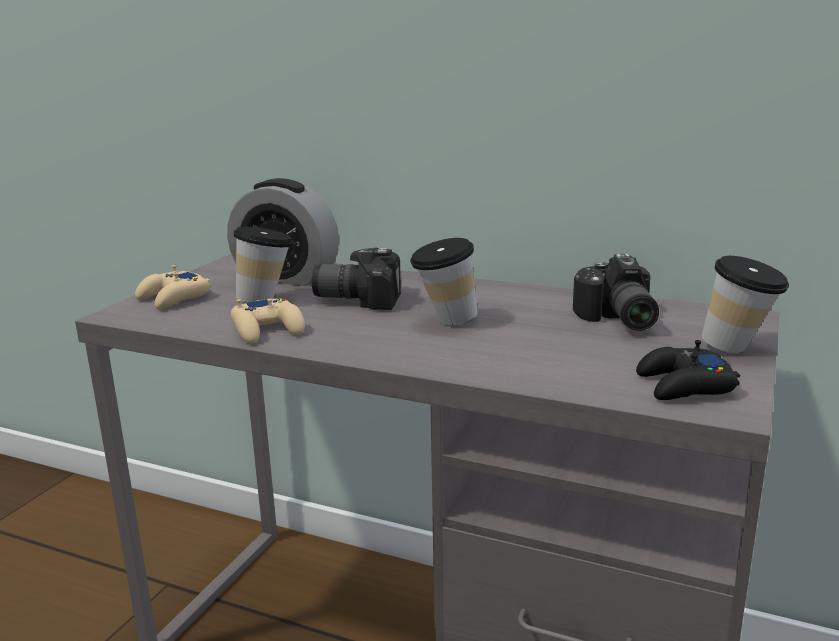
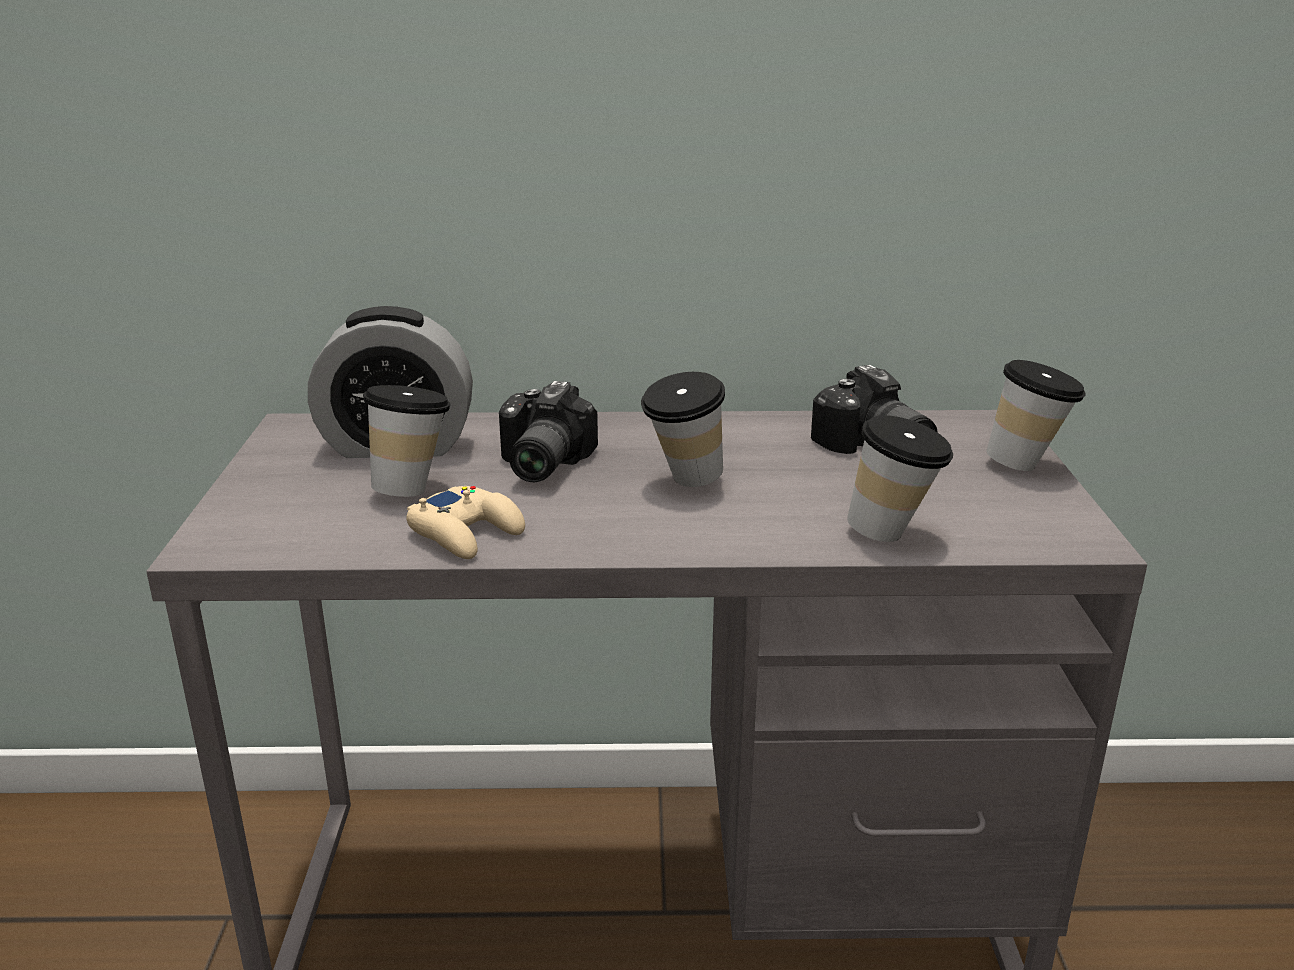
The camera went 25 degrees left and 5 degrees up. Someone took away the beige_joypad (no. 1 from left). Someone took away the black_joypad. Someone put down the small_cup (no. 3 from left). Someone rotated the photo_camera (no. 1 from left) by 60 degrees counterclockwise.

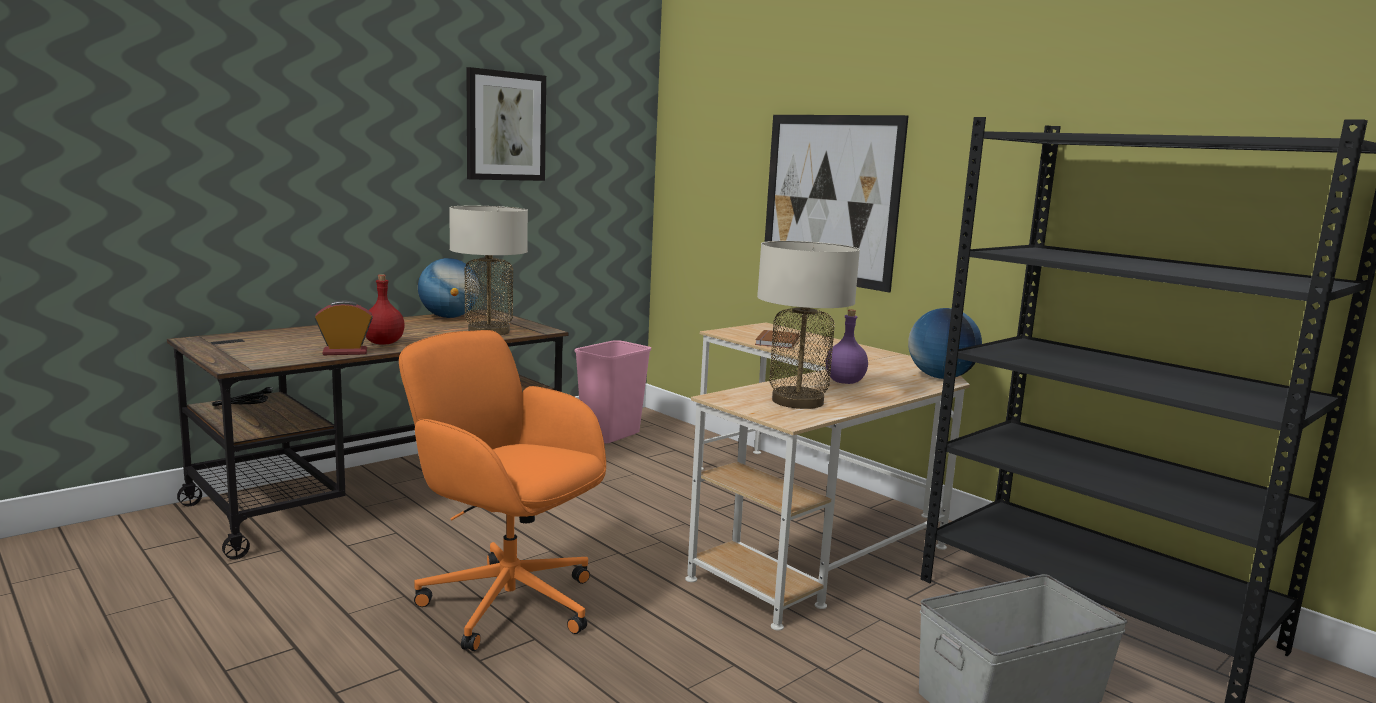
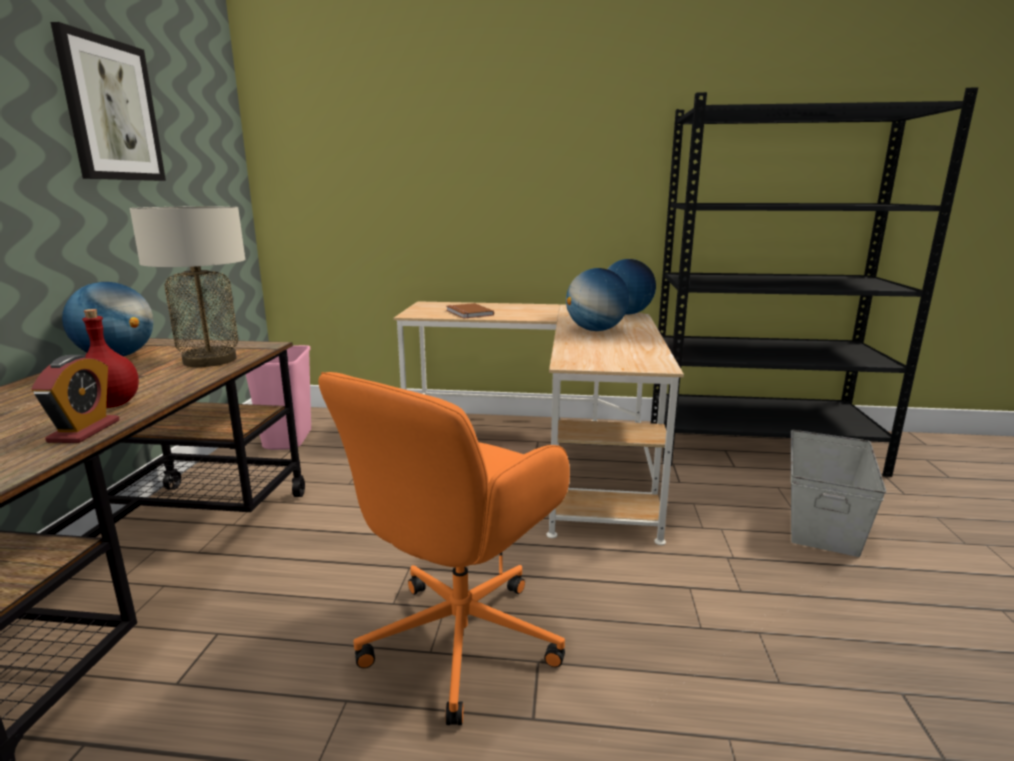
The camera went 40 degrees left and 5 degrees up. Someone took away the tabletop_lamp (no. 2 from left). Someone took away the picture (no. 2 from left). Someone swapped the purple_beverage_bottle for the world_globe (no. 2 from left). Someone rotated the alarm_clock by 150 degrees clockwise. Someone rotated the orangey_computer_chair by 45 degrees counterclockwise.

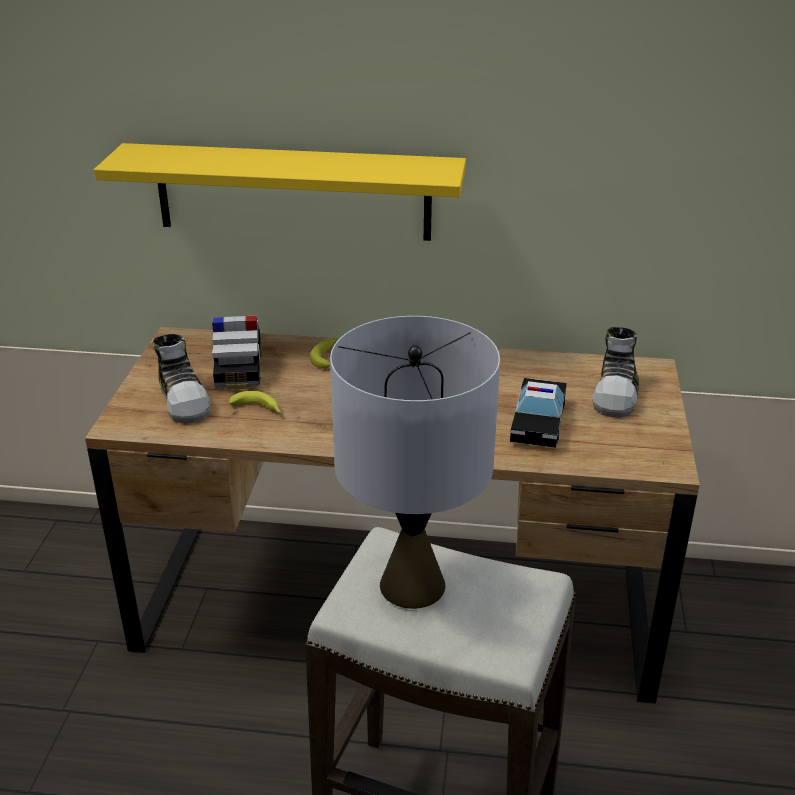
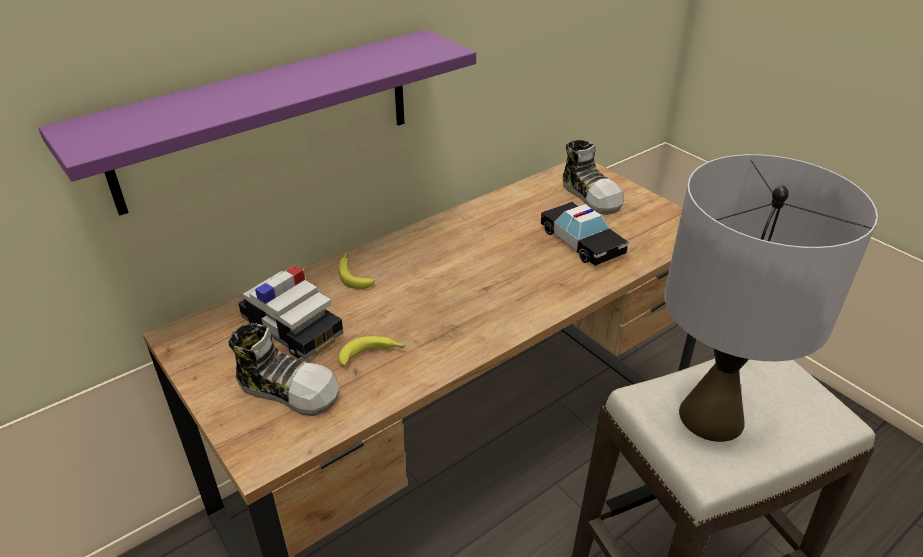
The camera went 45 degrees left and 5 degrees up. Someone repainted the yellowish_shelf, which became the purple_shelf.

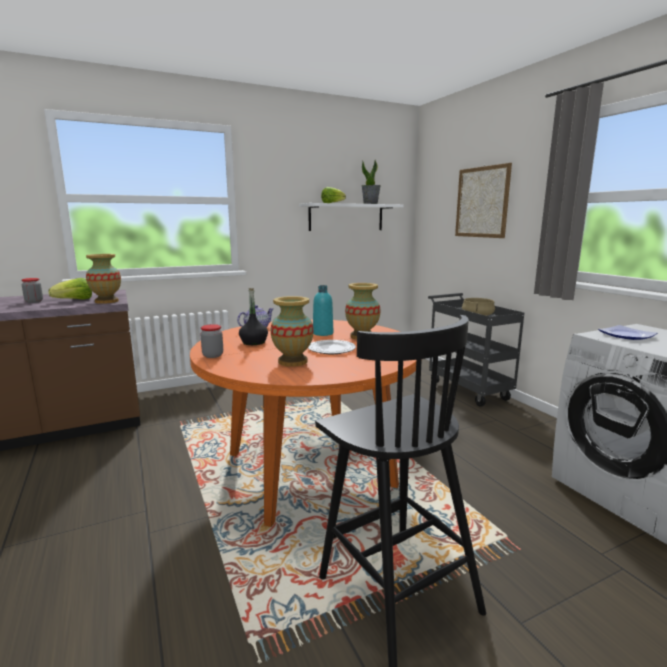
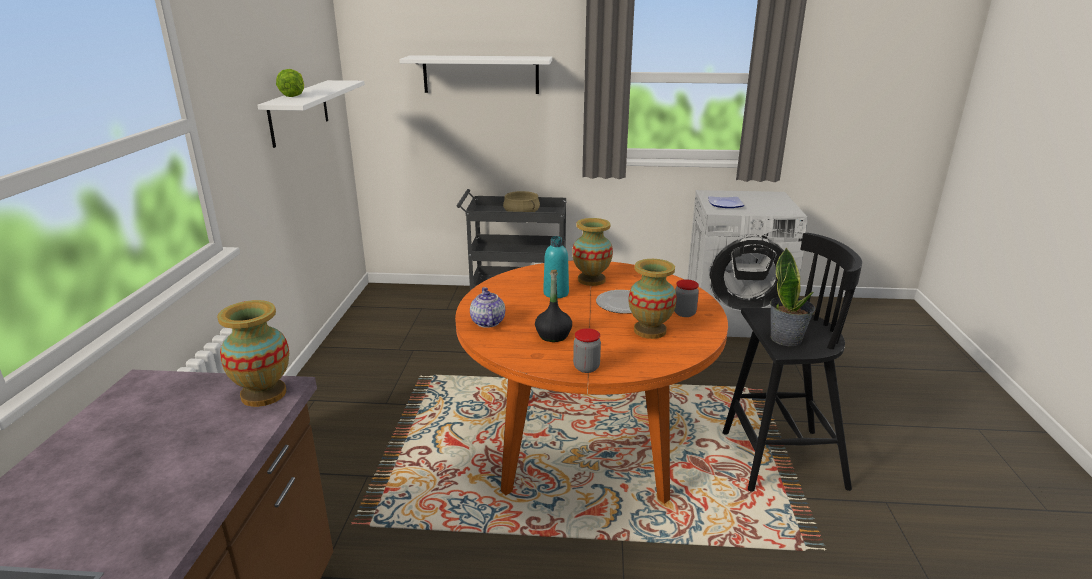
The camera went 60 degrees left and 10 degrees up. Someone took away the lettuce (no. 1 from left). Someone carried the preserve_jar (no. 1 from left in the first image). Someone carried the houseplant. Someone swapped the picture for the white-coloured_shelf (no. 2 from left).

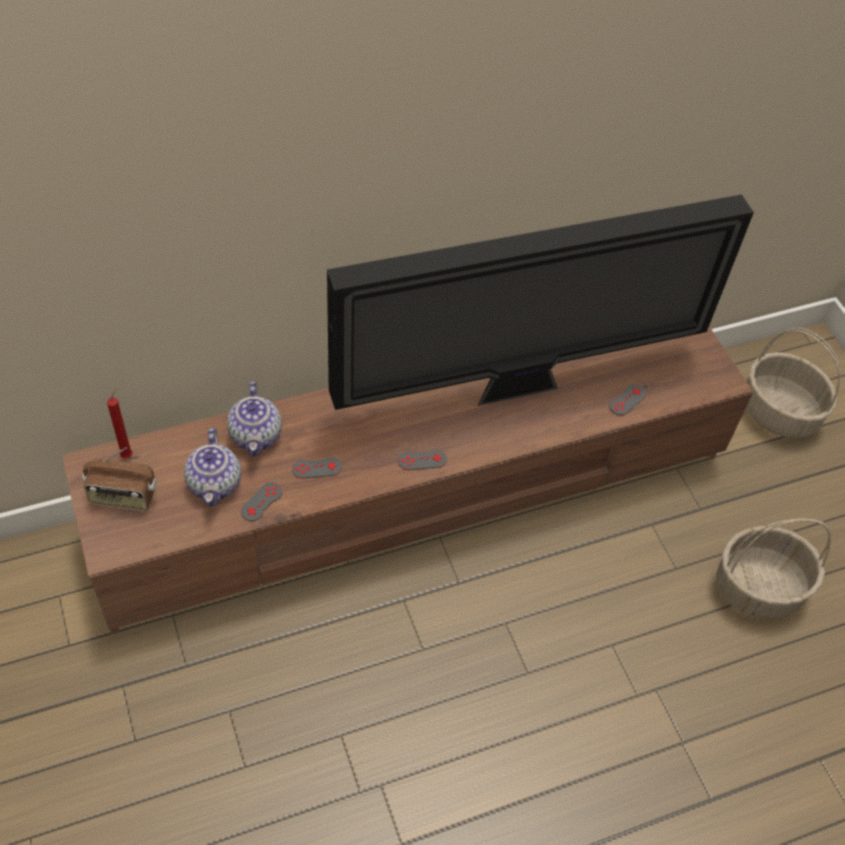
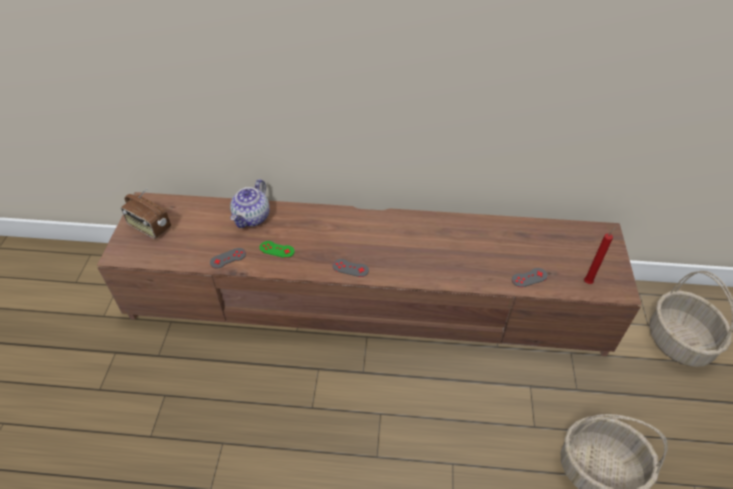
The camera went 30 degrees right and 5 degrees down. Someone took away the teapot (no. 1 from left). Someone took away the TV_set. Someone carried the red-coloured_wax_candle. Someone repainted the grey_joypad (no. 2 from left), which became the greenish_joypad.

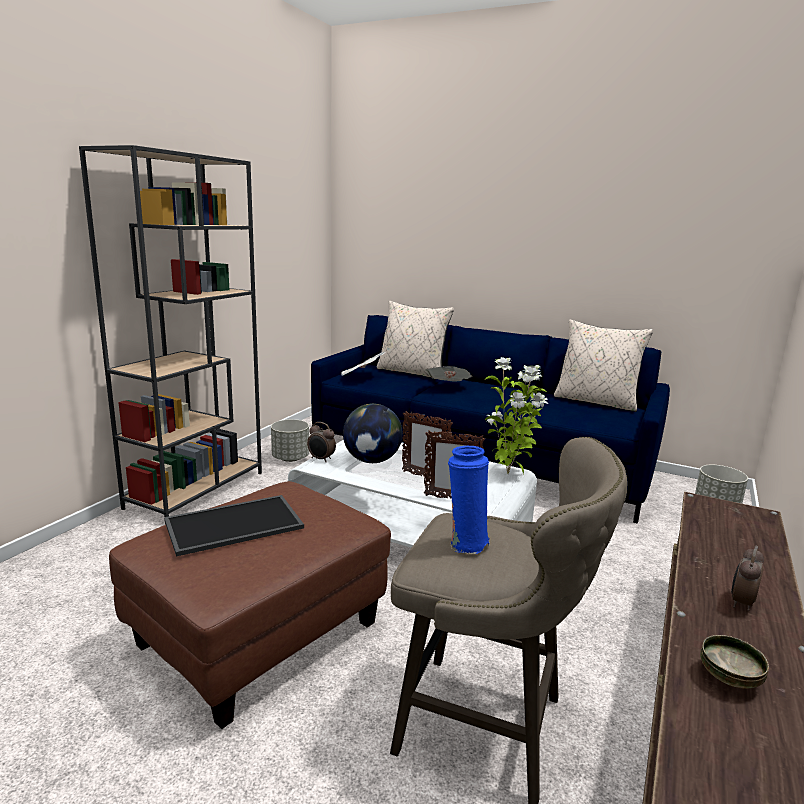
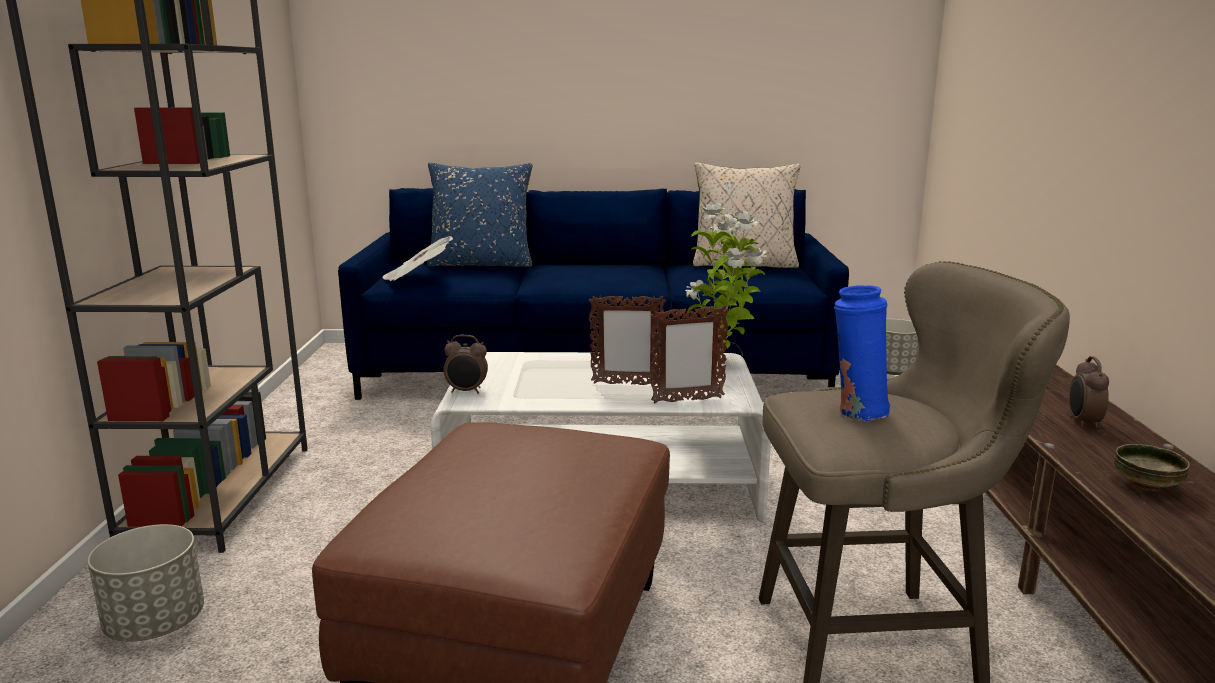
The camera went 25 degrees left and 0 degrees up. Someone took away the carrying_tray. Someone took away the world_globe. Someone took away the daily_paper (no. 2 from left). Someone carried the grey_flower_pot (no. 1 from left). Someone repainted the beige_throw_pillow (no. 1 from left), which became the bluish_throw_pillow.

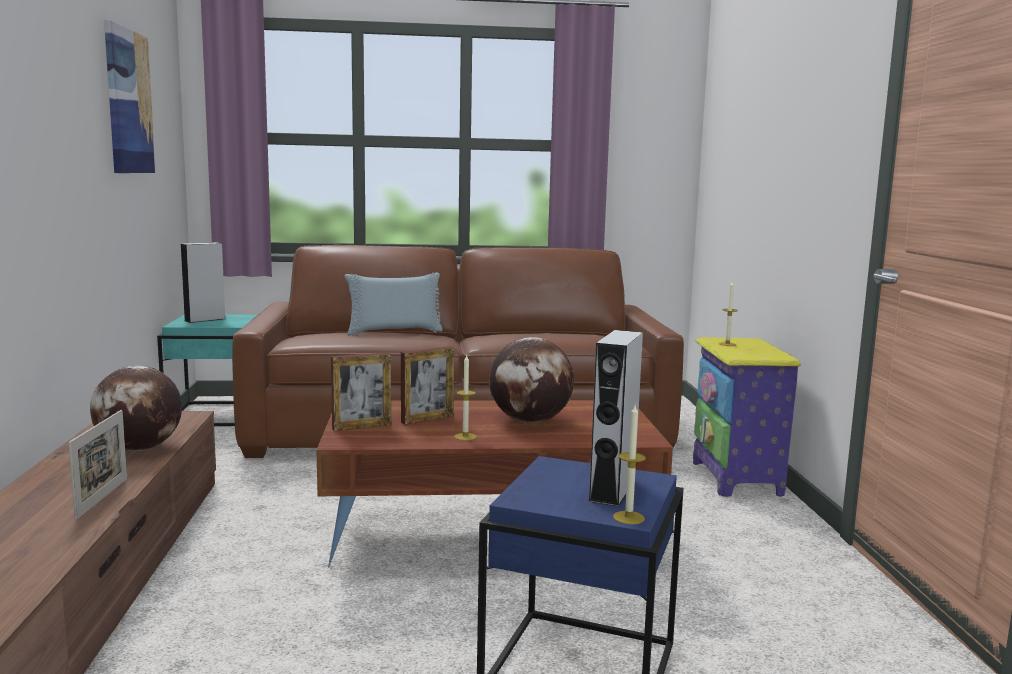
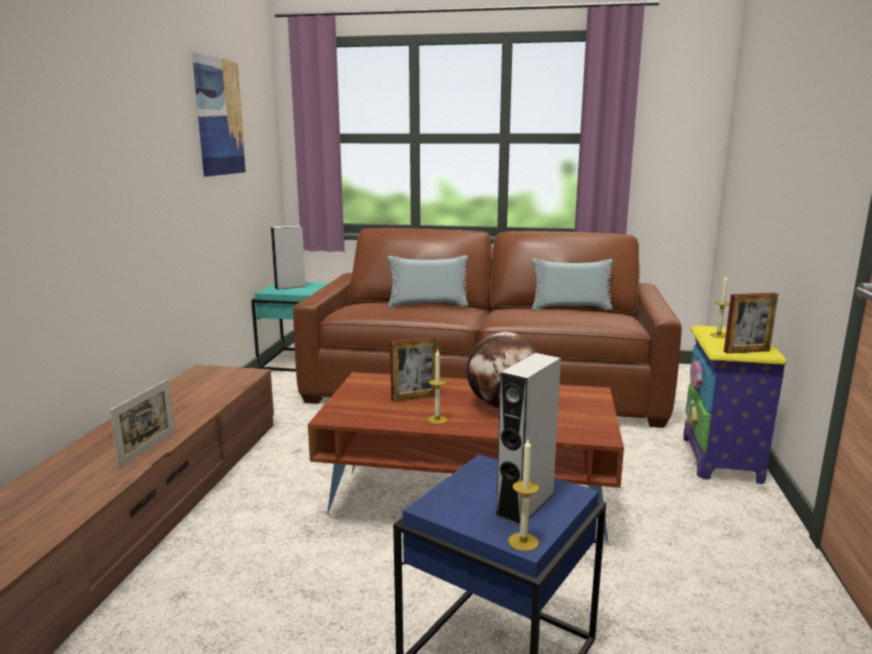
The camera went 15 degrees right and 5 degrees up. Someone took away the world_globe (no. 1 from left). Someone put down the bluish_throw_pillow (no. 2 from left). Someone carried the picture_frame (no. 2 from left in the first image).

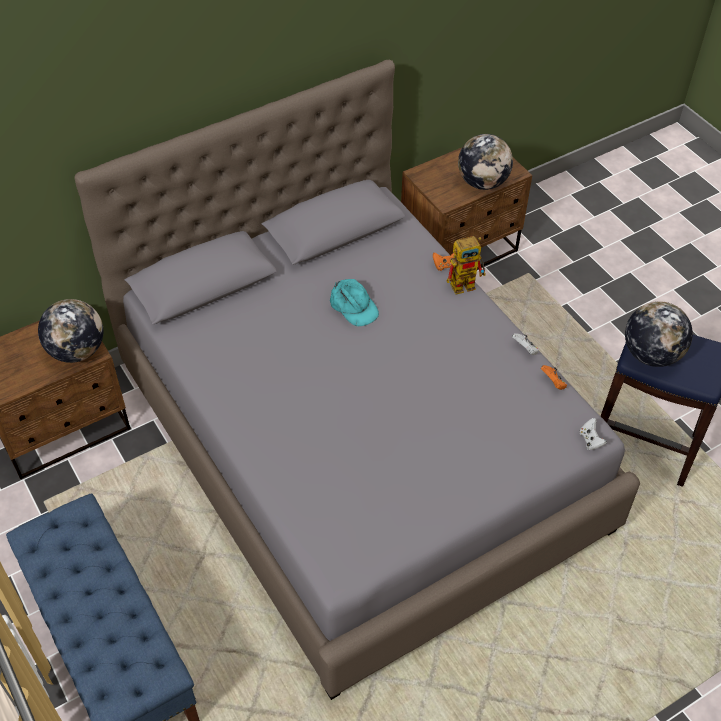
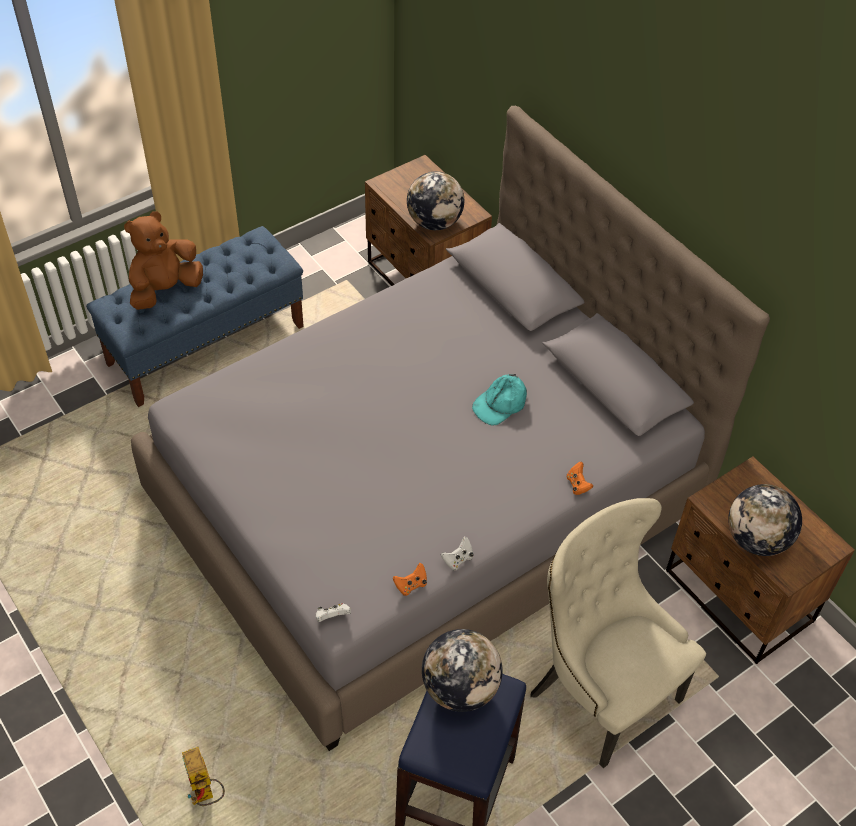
The camera went 85 degrees right and 0 degrees up. Someone put down the brown_cuddly_toy. Someone put down the beige_chair. Someone carried the model_robot.

